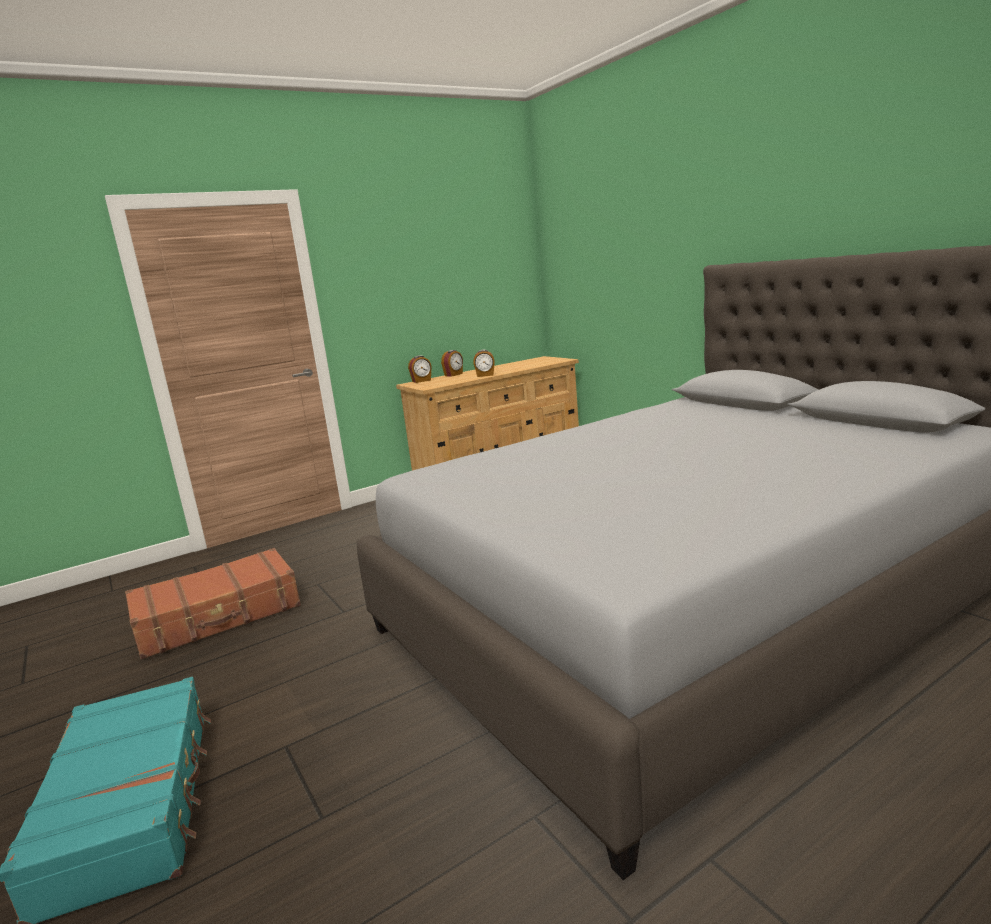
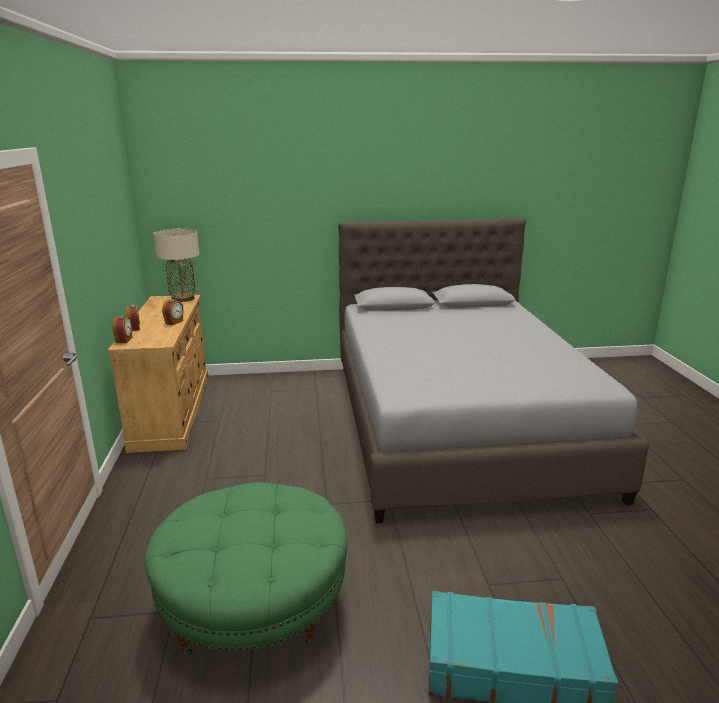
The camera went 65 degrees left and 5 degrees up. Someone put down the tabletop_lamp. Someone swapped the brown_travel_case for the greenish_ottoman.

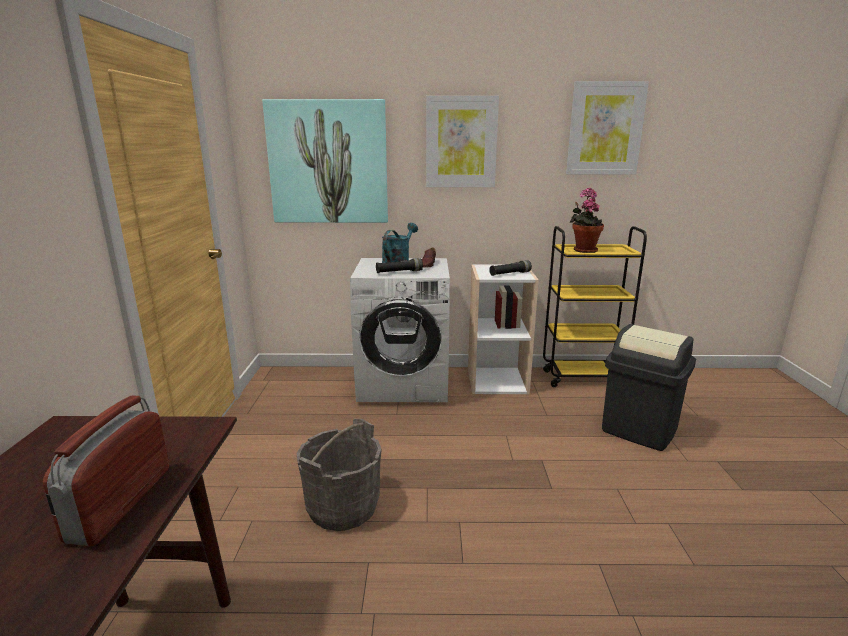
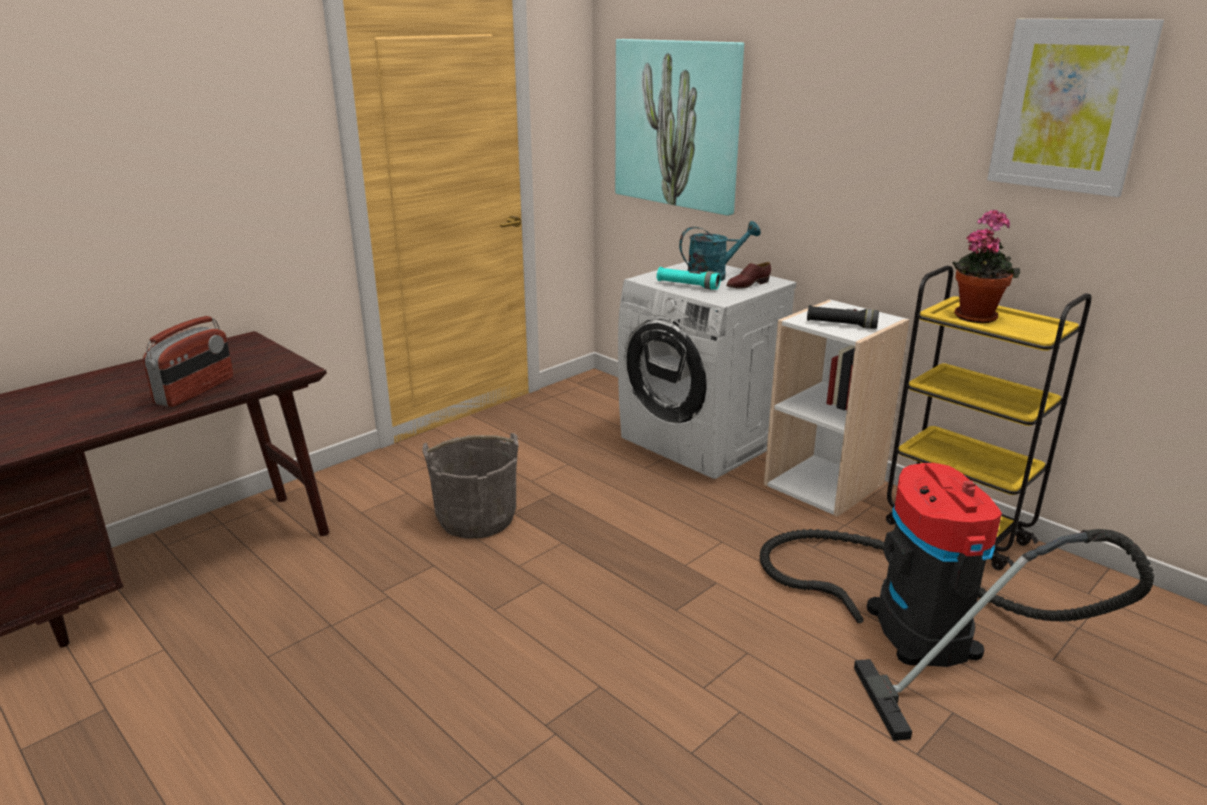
The camera went 45 degrees right and 5 degrees up. Someone took away the picture (no. 2 from left). Someone swapped the black_trash_can for the hoover. Someone repainted the black_hand_torch (no. 1 from left), which became the turquoise_hand_torch. Someone rotated the radio_set by 150 degrees clockwise.

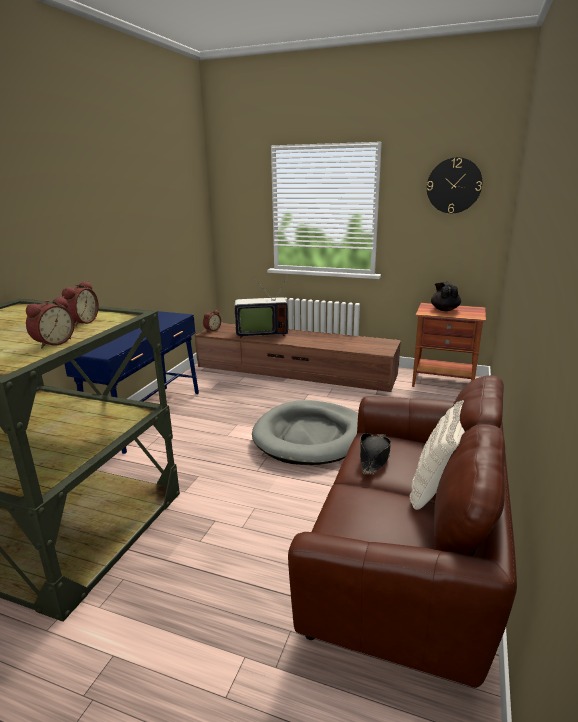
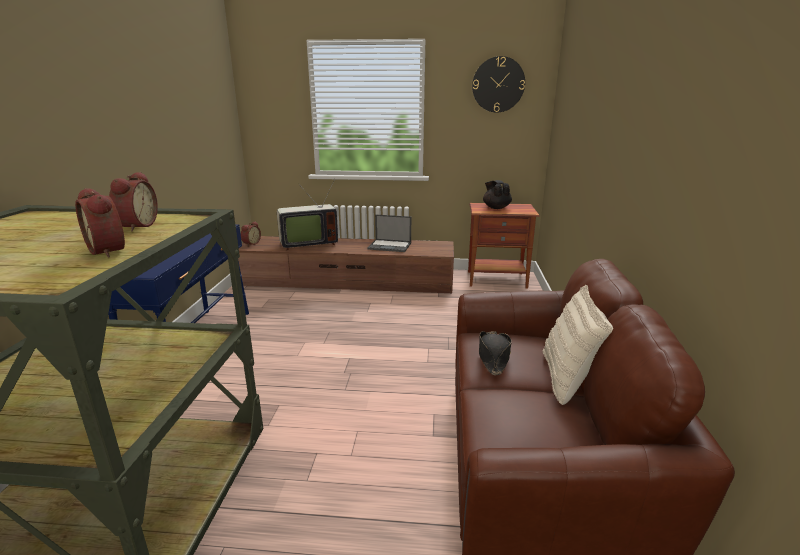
The camera went 15 degrees left and 0 degrees up. Someone took away the grey_dog_bed. Someone put down the portable_computer. Someone rotated the alarm_clock (no. 1 from left) by 120 degrees clockwise.

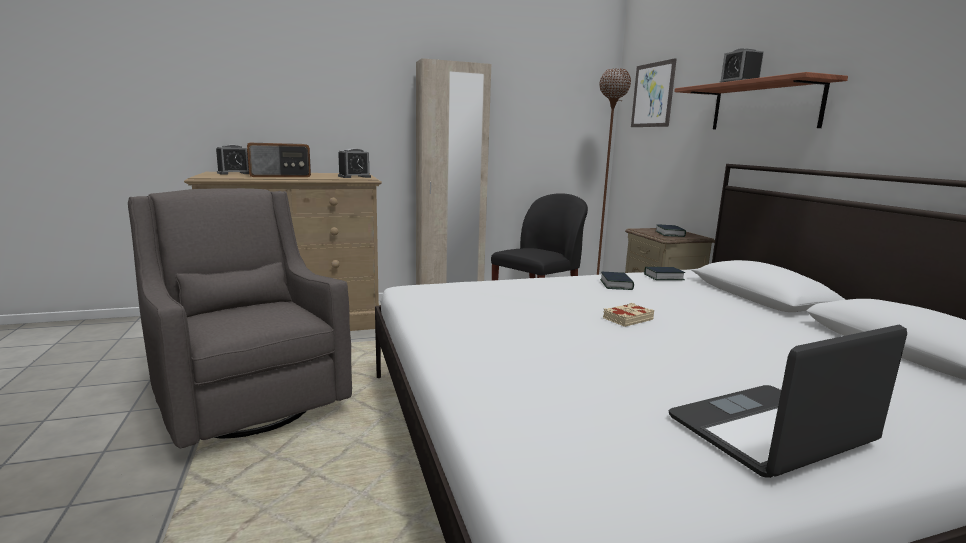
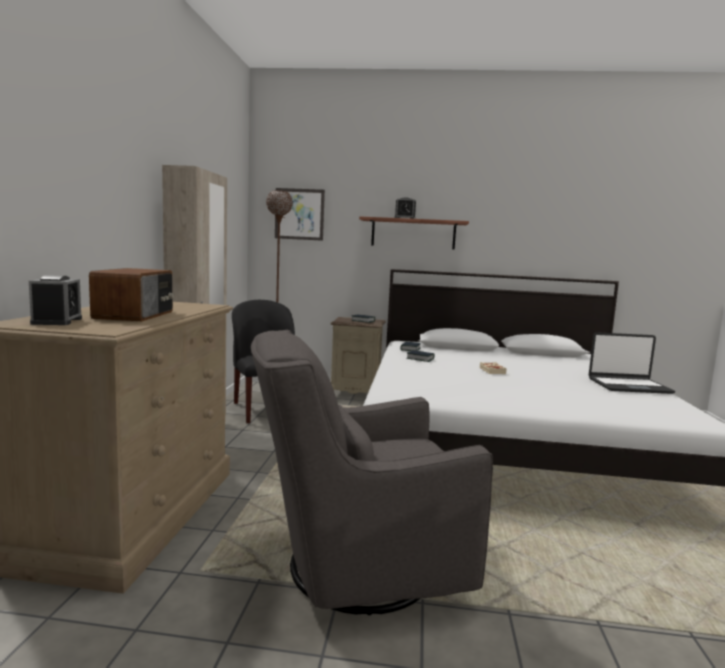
The camera went 65 degrees left and 5 degrees down. Someone took away the alarm_clock (no. 2 from left). Someone rotated the portable_computer by 90 degrees counterclockwise.

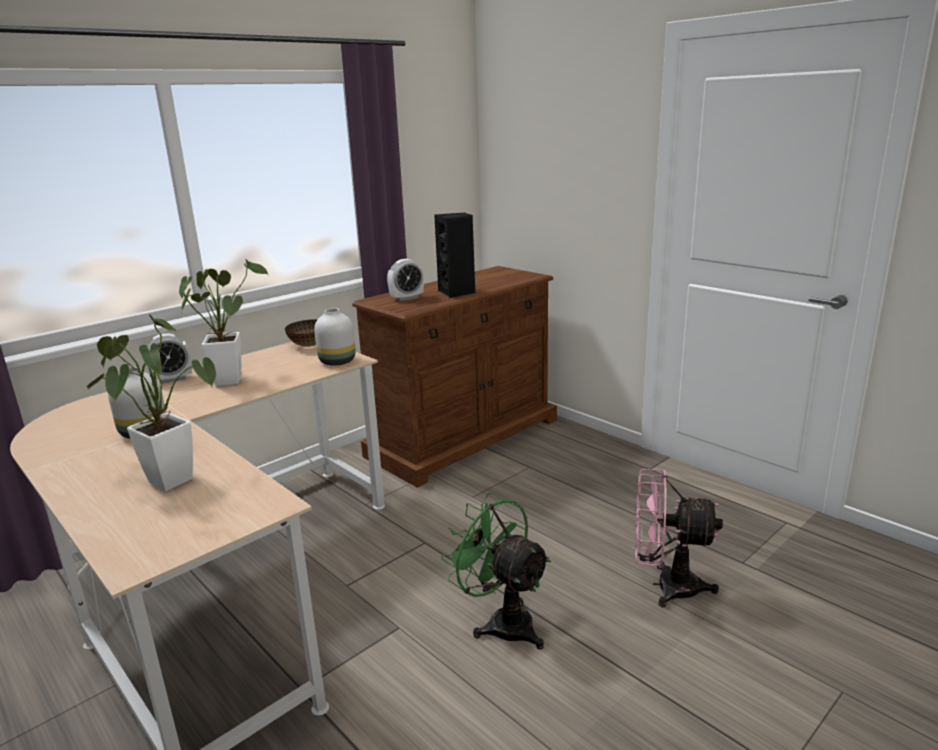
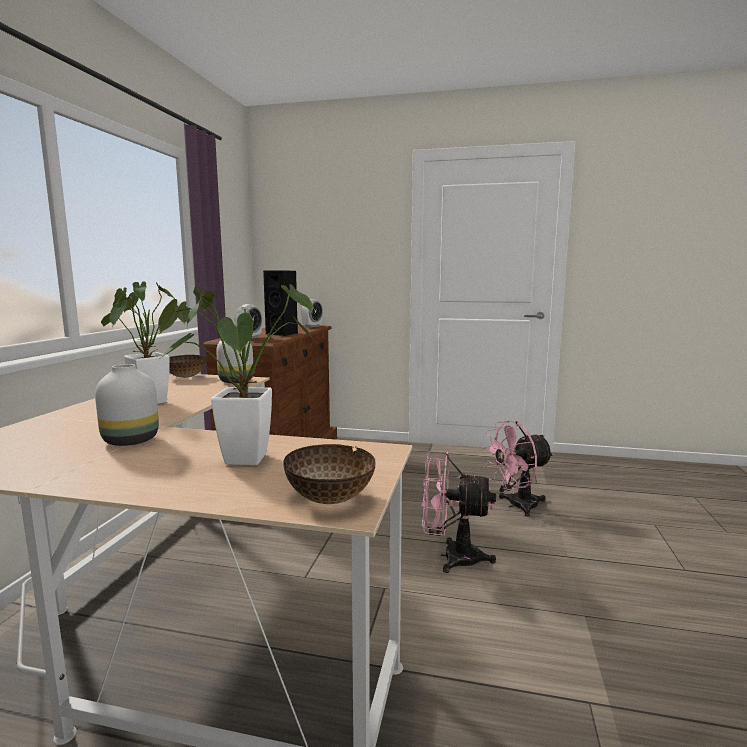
The camera went 35 degrees left and 10 degrees down. Someone put down the deep_dish (no. 2 from left). Someone carried the alarm_clock (no. 1 from left in the first image). Someone repainted the greenish_fan, which became the pink_fan (no. 1 from left).

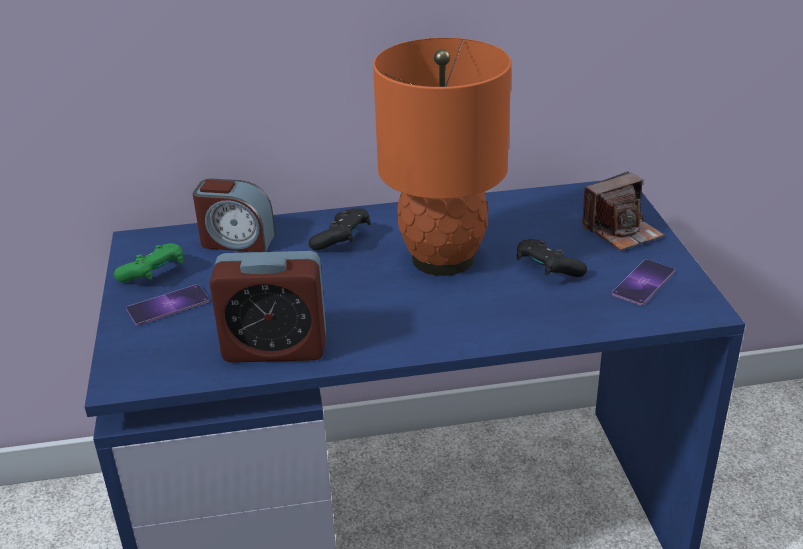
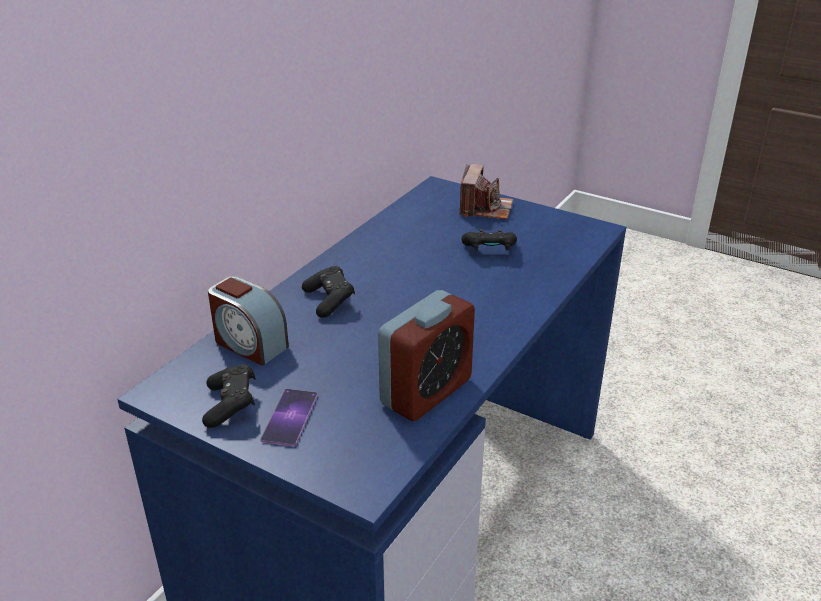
The camera went 50 degrees left and 0 degrees up. Someone took away the orangey_tabletop_lamp. Someone took away the telephone (no. 2 from left). Someone repainted the greenish_joypad, which became the black_joypad (no. 1 from left). Someone rotated the alarm_clock (no. 1 from left) by 75 degrees clockwise.

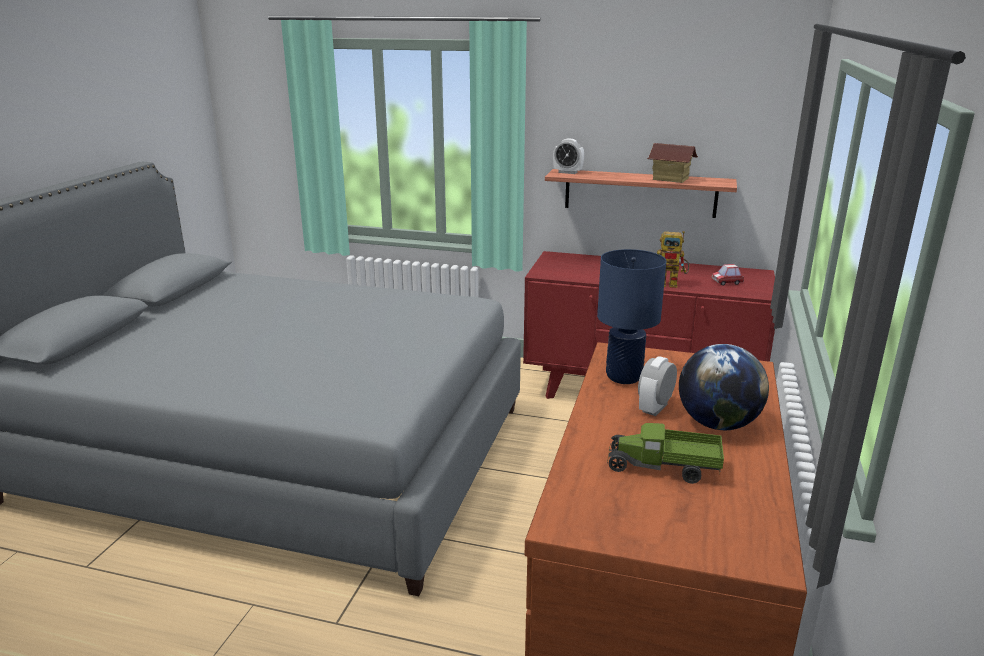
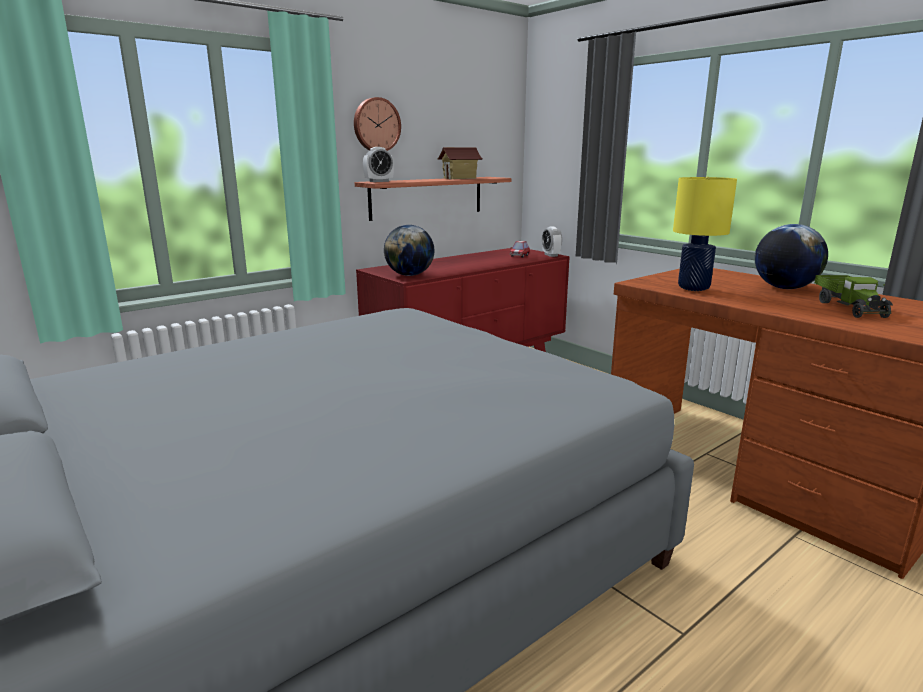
The camera went 55 degrees left and 5 degrees down. Someone took away the model_robot. Someone put up the clock_on_the_wall. Someone put down the world_globe (no. 1 from left). Someone carried the alarm_clock (no. 2 from left). Someone repainted the bluish_tabletop_lamp, which became the yellowish_tabletop_lamp. Someone rotated the toy_truck by 45 degrees counterclockwise.

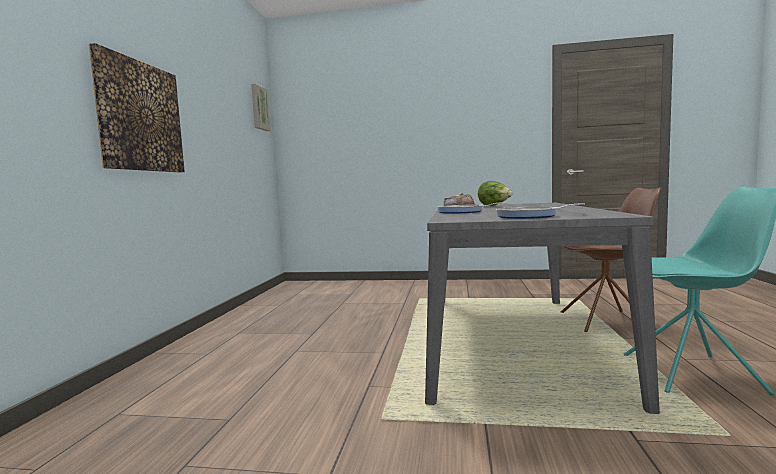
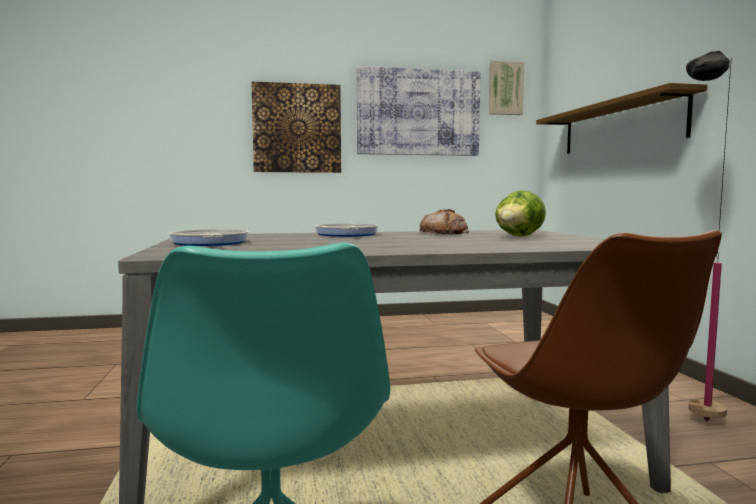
The camera went 70 degrees right and 0 degrees up. Someone put up the picture (no. 2 from left). Someone put up the shelf. Someone put down the black_standing_lamp.

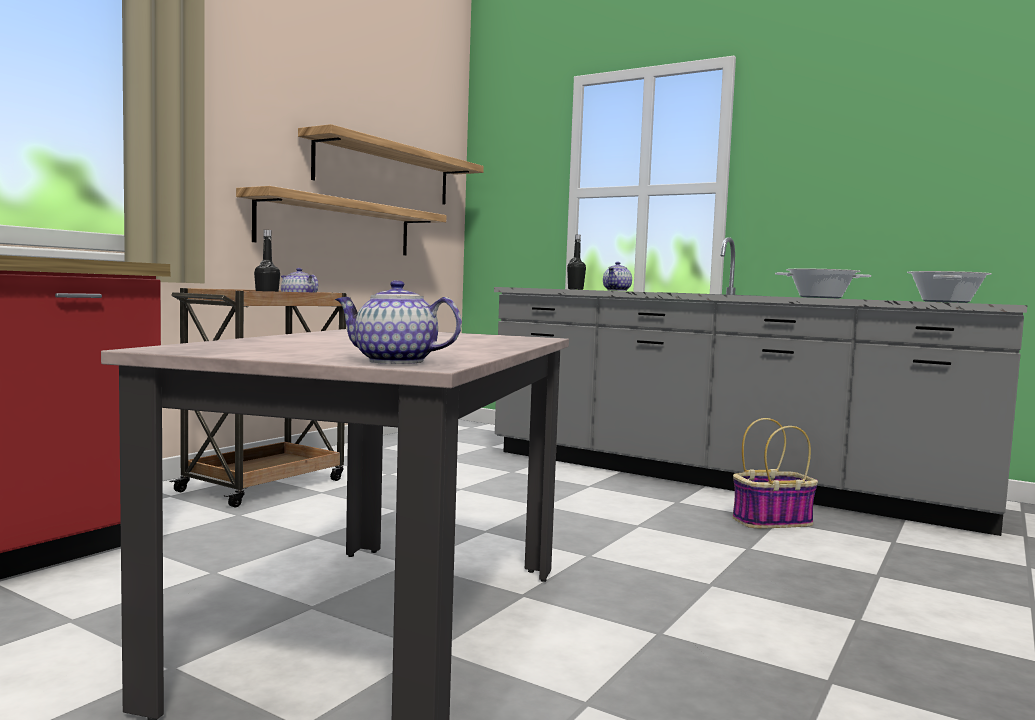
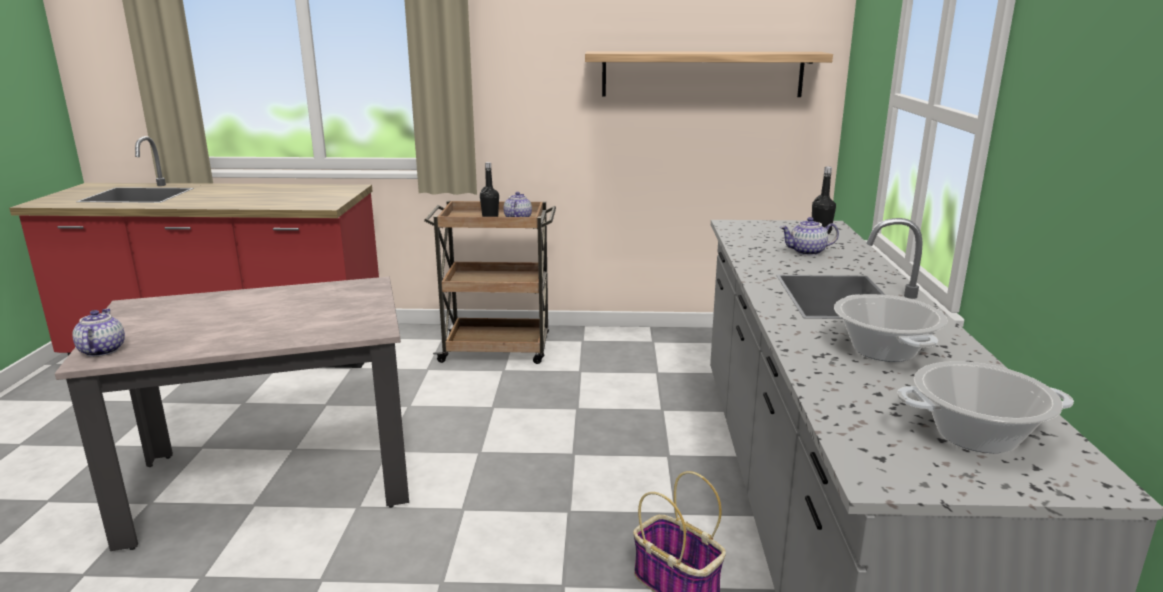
The camera went 60 degrees right and 15 degrees up. Someone took away the shelf (no. 1 from left).

